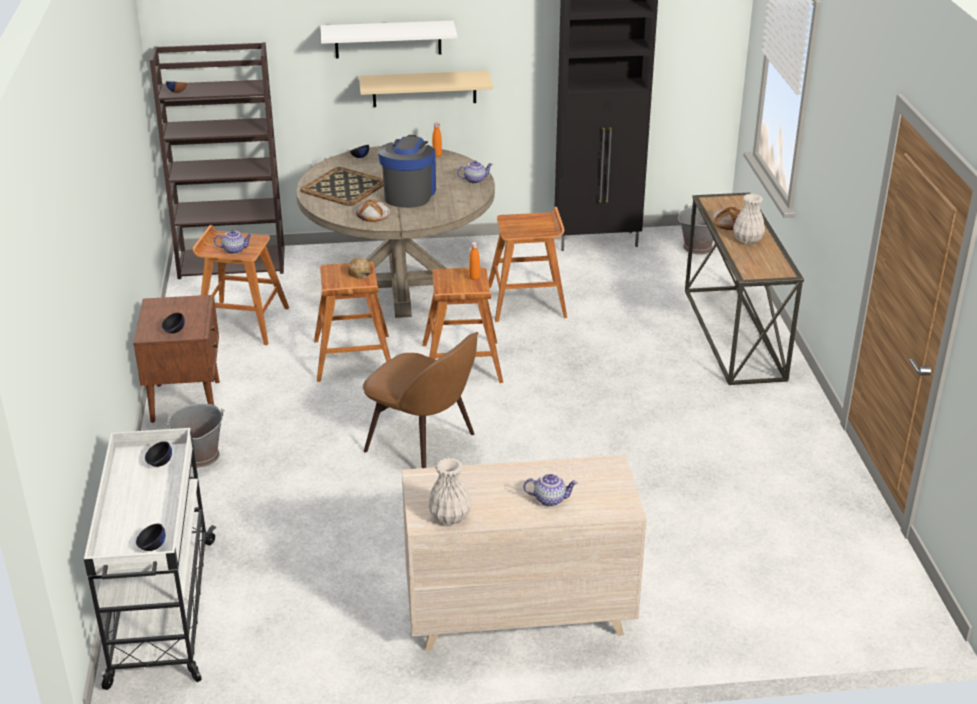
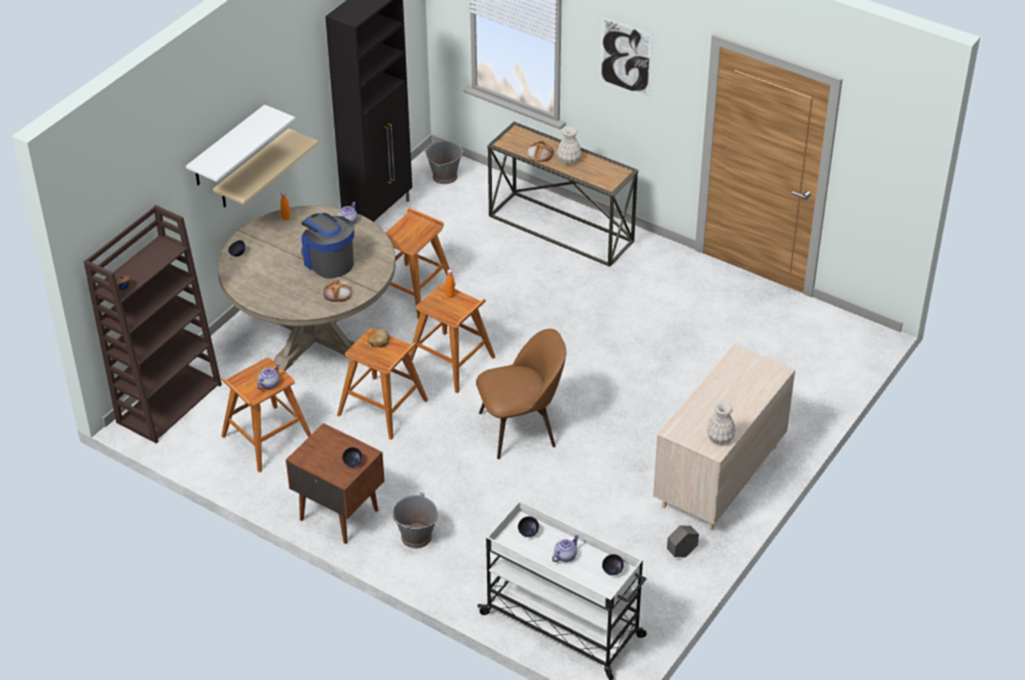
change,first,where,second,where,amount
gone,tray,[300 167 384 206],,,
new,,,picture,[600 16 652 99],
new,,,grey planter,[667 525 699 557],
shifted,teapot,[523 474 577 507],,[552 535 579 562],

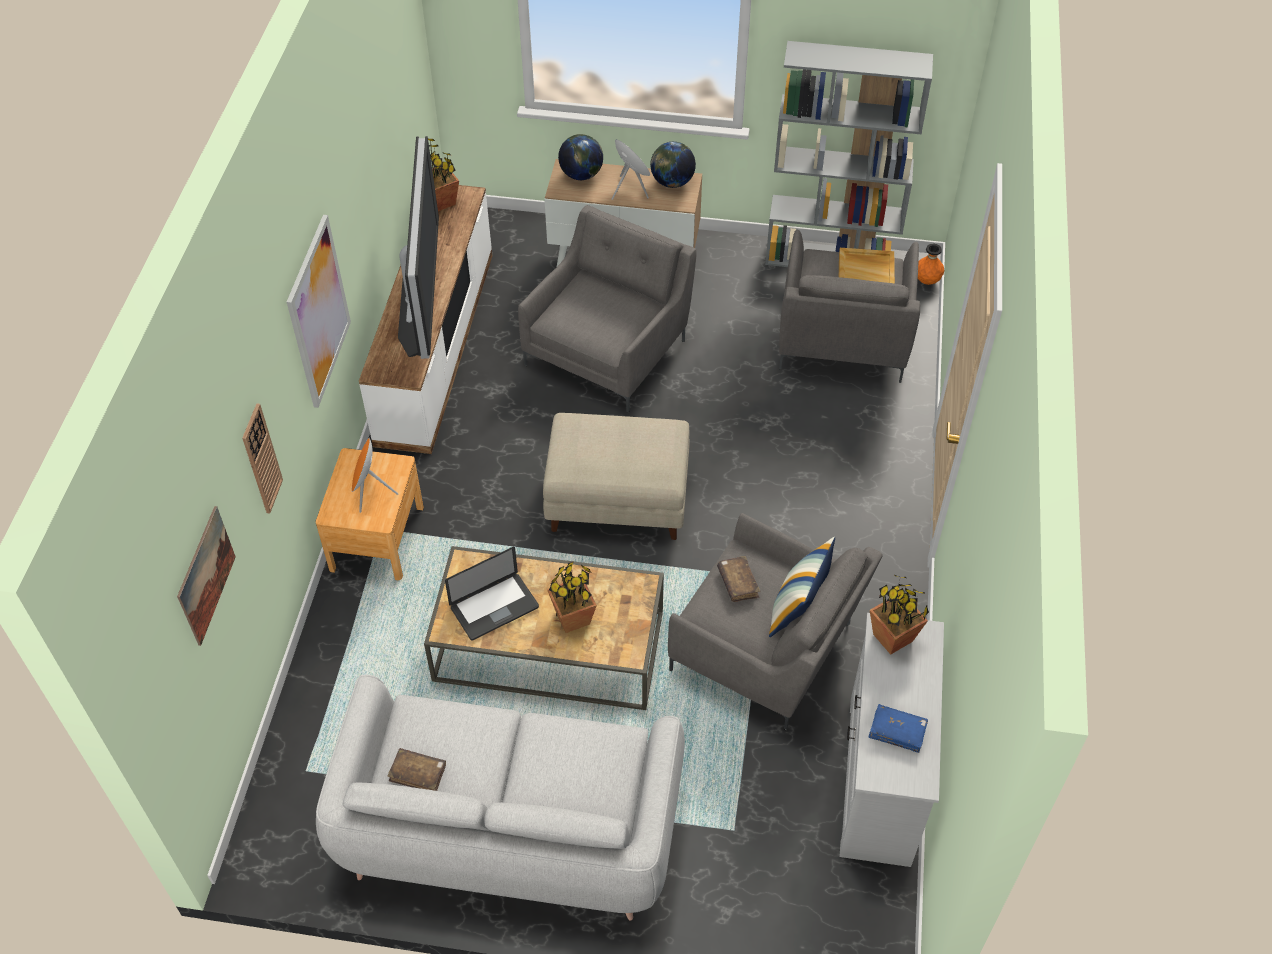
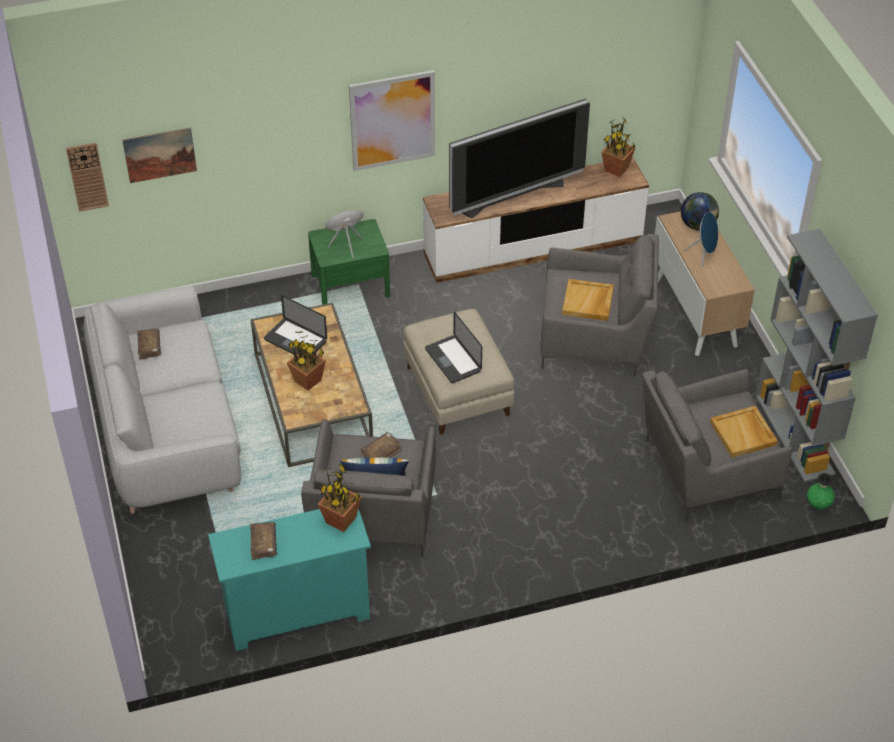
change,first,where,second,where,amount
gone,globe,[650 142 696 188],,,
new,,,laptop,[425 312 482 383],
new,,,beige tray,[562 279 614 321],
shifted,wall clock,[242 403 283 514],,[66 142 109 212],
repainted,brown nightstand,[316 448 424 580],green nightstand,[308 219 390 305],
repainted,white dresser,[839 613 944 867],turquoise dresser,[208 508 371 651],
repainted,blue book,[869 704 928 753],brown book,[250 522 277 560],
repainted,orange vase,[918 244 944 285],green vase,[807 473 835 510],

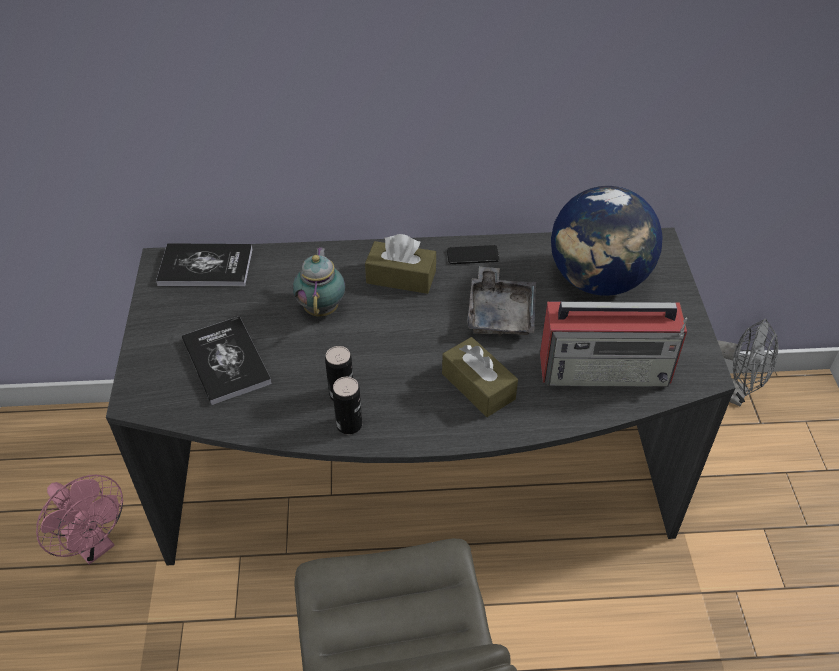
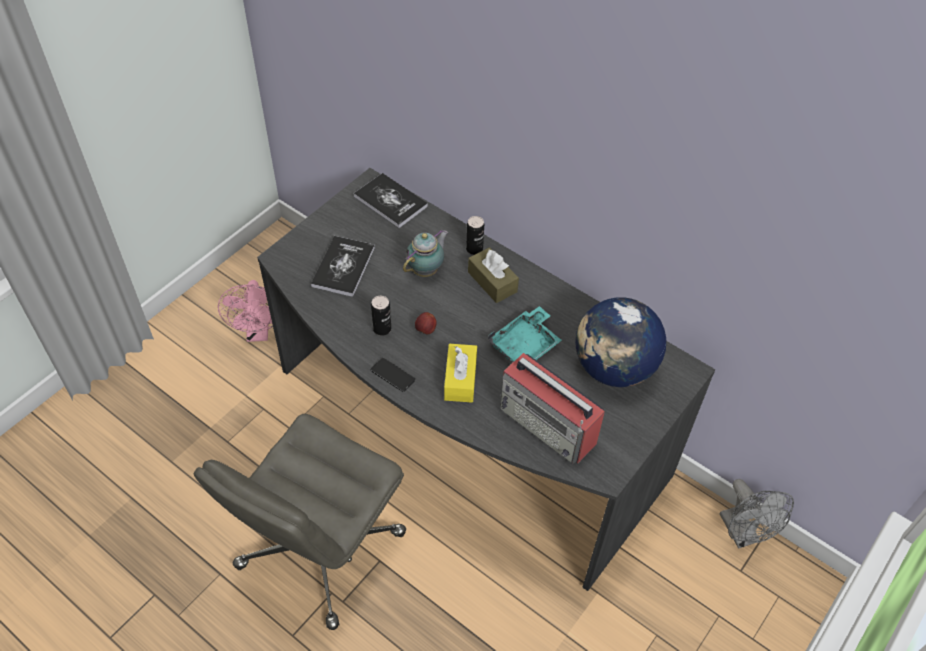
change,first,where,second,where,amount
new,,,apple,[415 312 437 334],
shifted,can,[332 377 362 434],,[466 216 484 255],
shifted,phone,[447 245 500 264],,[370 358 415 392],
repainted,brown tissue box,[442 337 518 417],yellow tissue box,[444 344 477 403],
repainted,grey tray,[467 266 536 337],turquoise tray,[488 306 562 362],

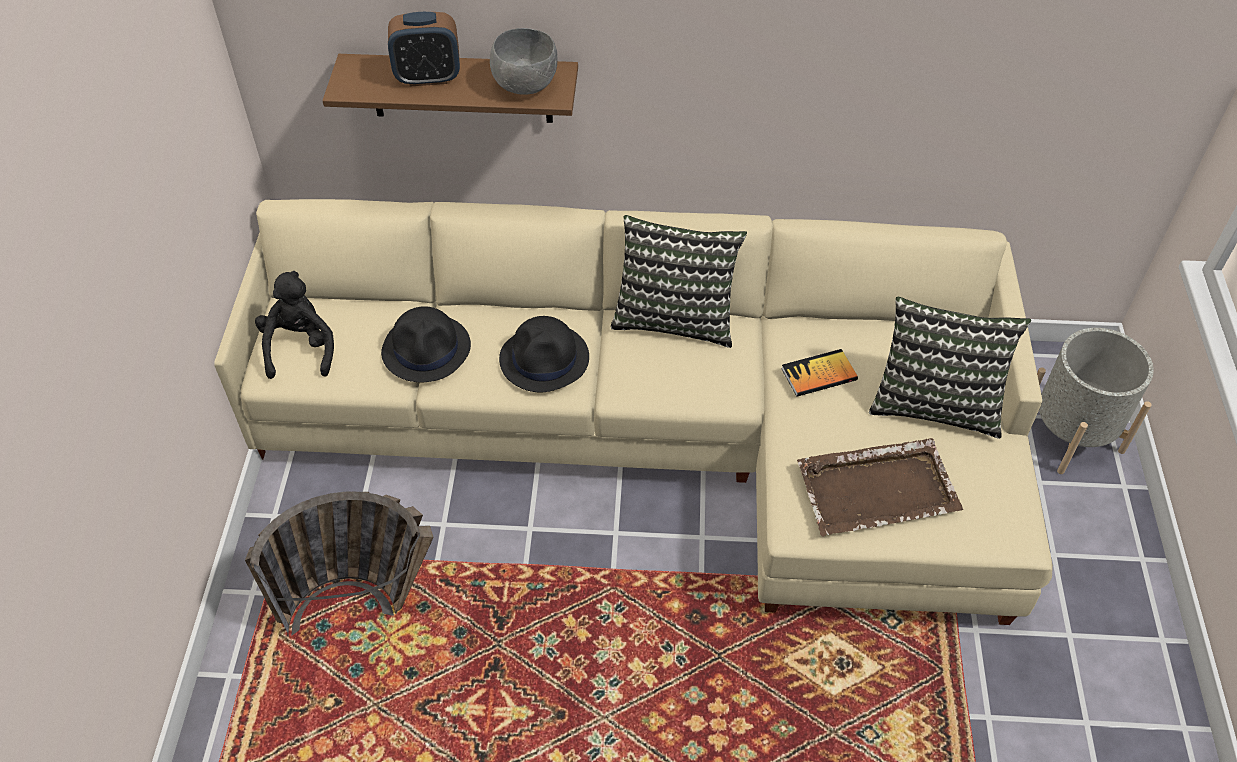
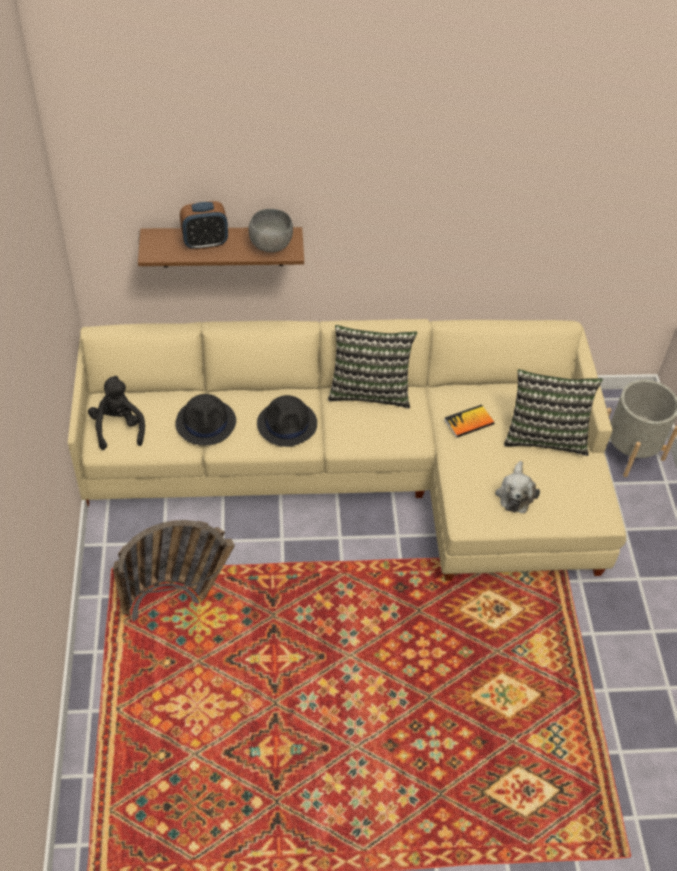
change,first,where,second,where,amount
swapped,brown tray,[797 438 963 537],plush toy,[495 461 540 513],

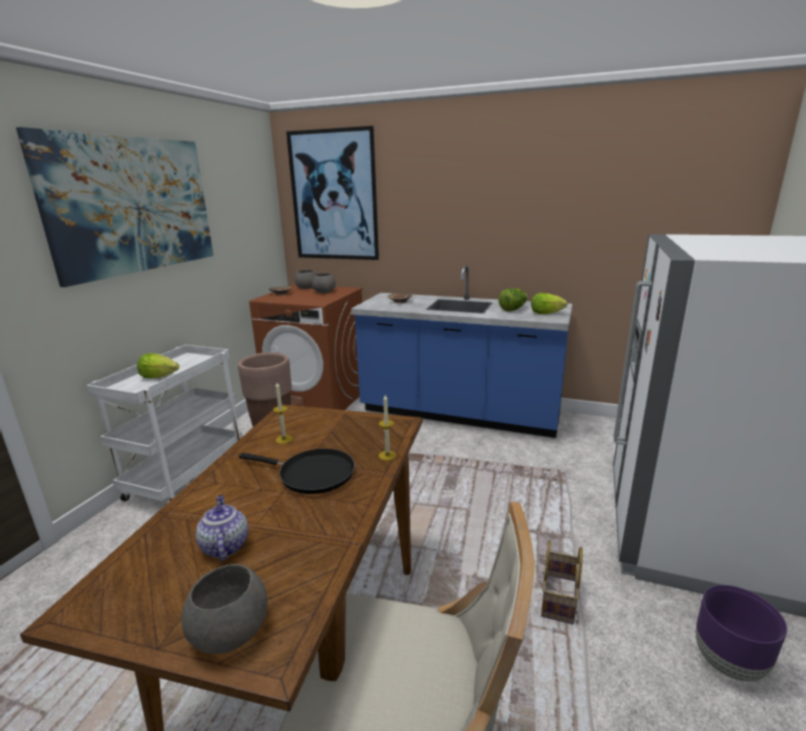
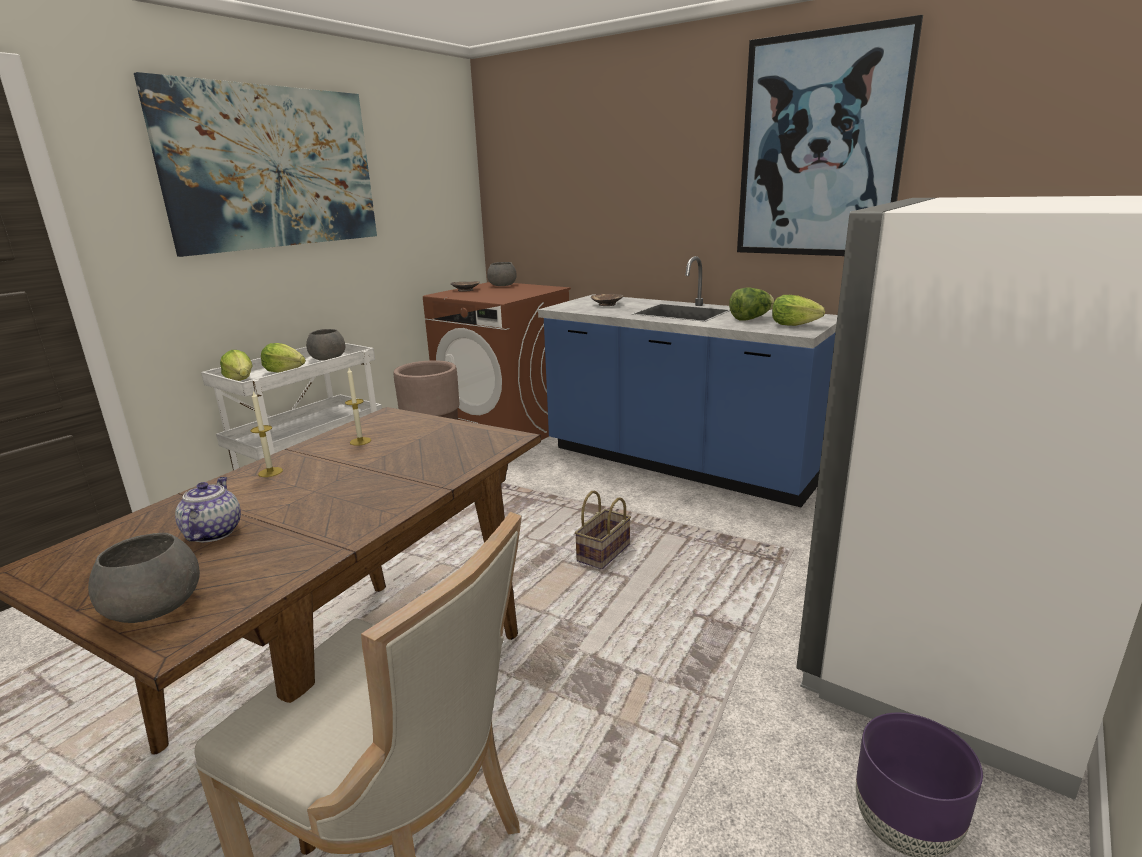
change,first,where,second,where,amount
gone,black frying pan,[239 448 355 494],,,
new,,,lettuce,[220 350 252 381],
shifted,picture,[286 126 379 260],,[737 15 923 256],
shifted,grey bowl,[312 273 336 293],,[306 329 345 361],
shifted,candle,[379 395 397 461],,[251 391 283 477],
shifted,basket,[541 540 583 624],,[575 491 631 569],

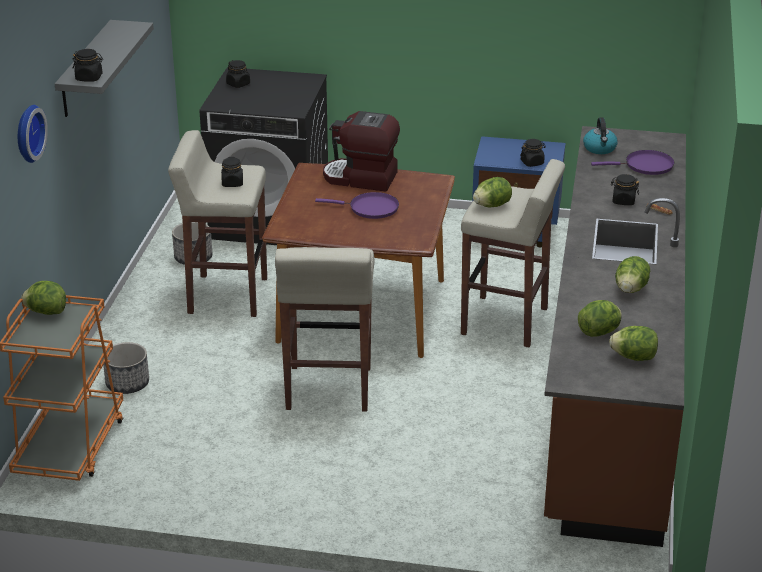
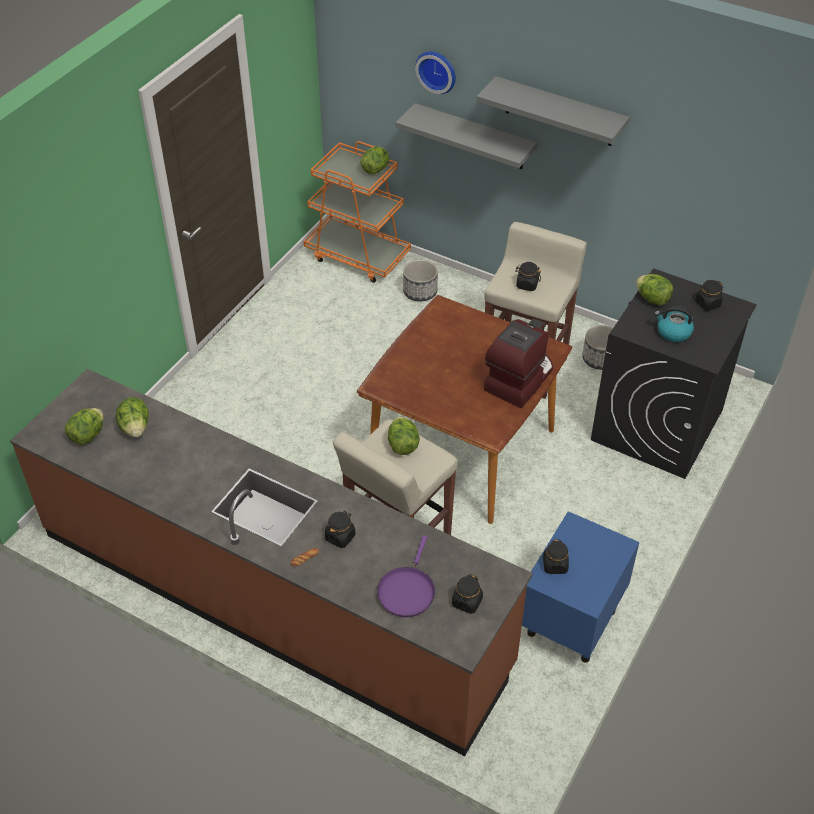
change,first,where,second,where,amount
gone,beige stool,[275 247 374 412],,,
gone,purple frying pan,[315 192 399 219],,,
new,,,grey shelf,[396 103 537 169],
shifted,black jar,[73 49 103 82],,[452 574 483 614],
shifted,kettle,[583 117 618 154],,[654 306 694 342],
shifted,lettuce,[615 256 650 293],,[636 274 673 306],

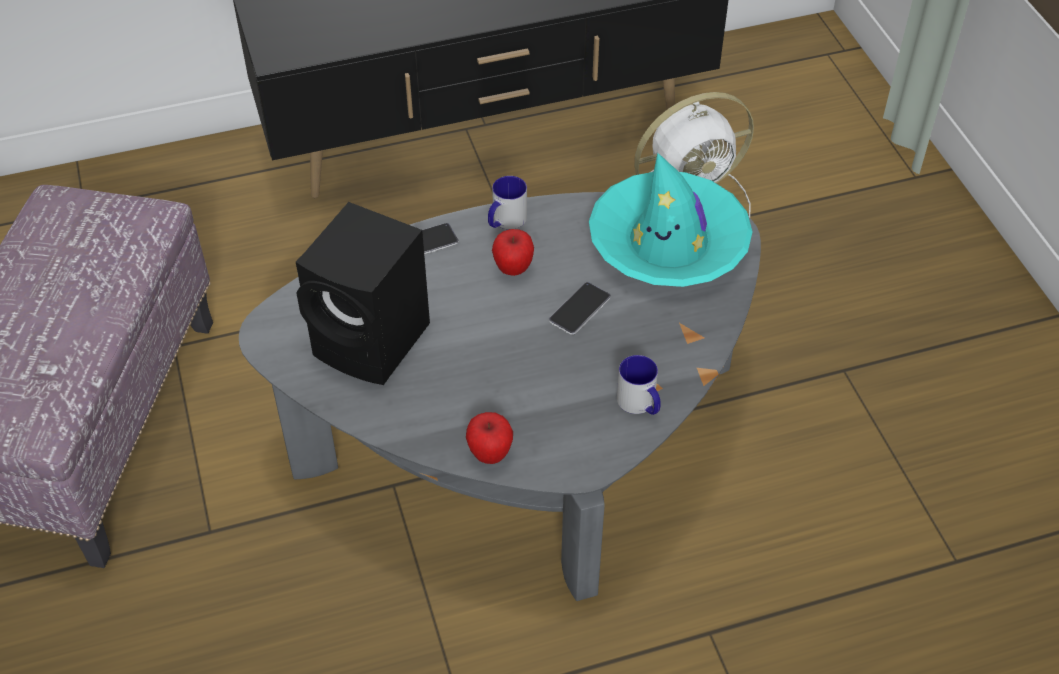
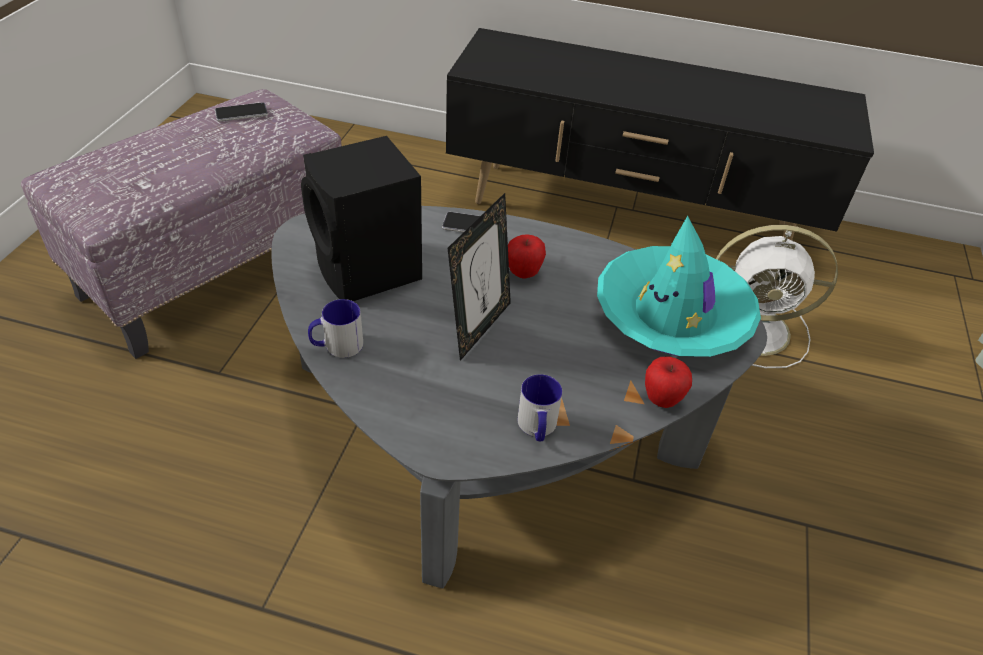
change,first,where,second,where,amount
new,,,picture frame,[447 193 511 361],
shifted,apple,[466 412 513 464],,[645 356 692 408],
shifted,mug,[488 176 527 230],,[308 299 363 358],
shifted,phone,[549 282 611 335],,[215 102 268 122],

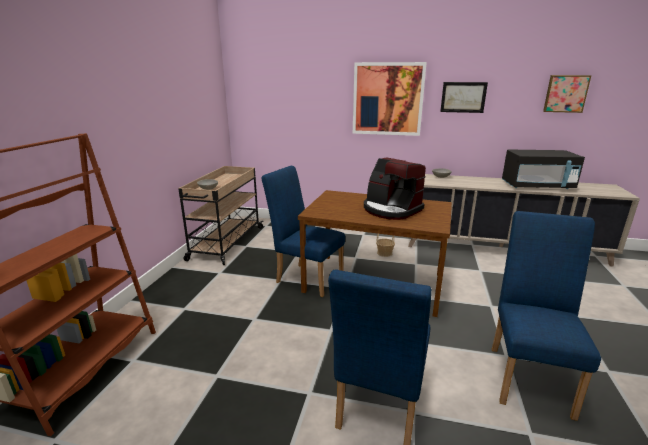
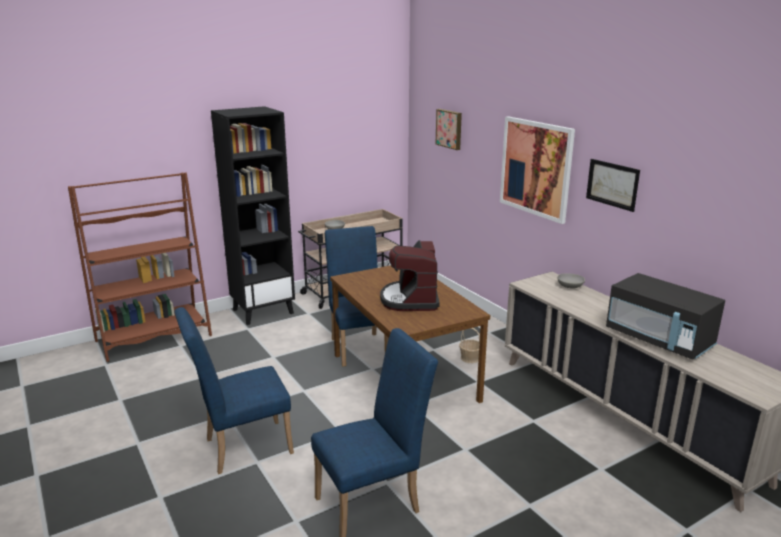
change,first,where,second,where,amount
new,,,black bookcase,[211 106 295 325],
shifted,picture,[543 75 592 113],,[436 109 462 150],

